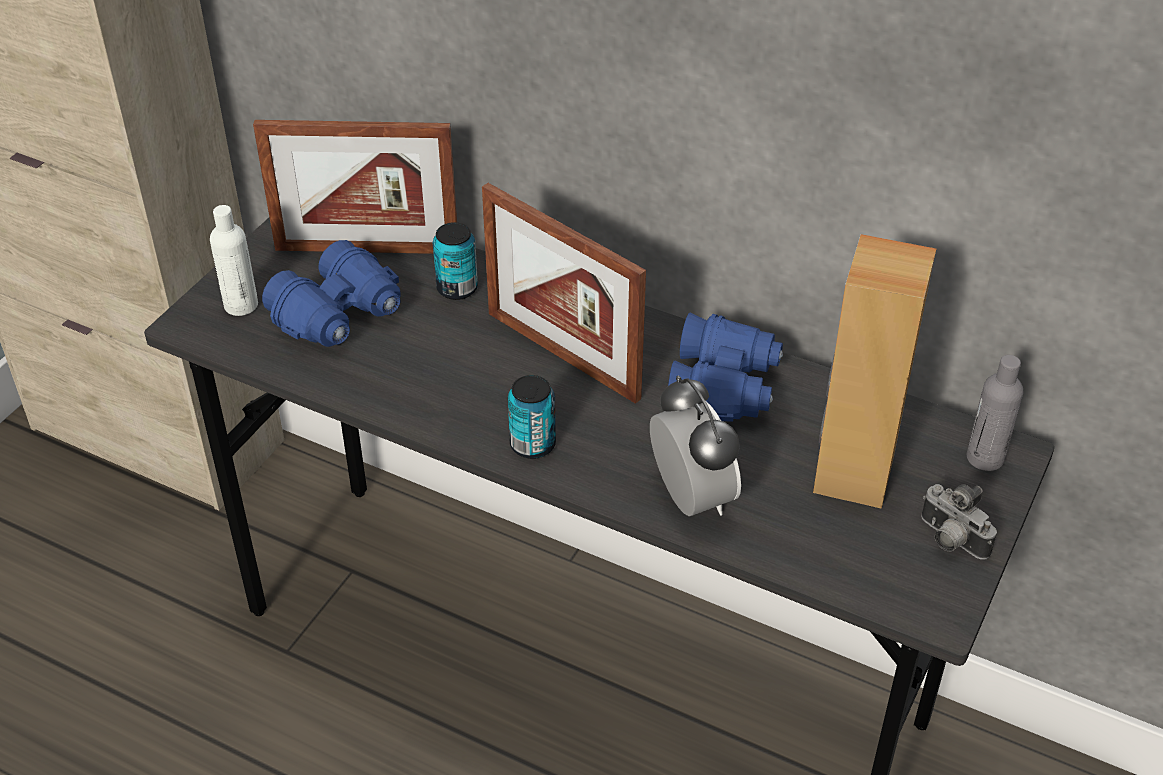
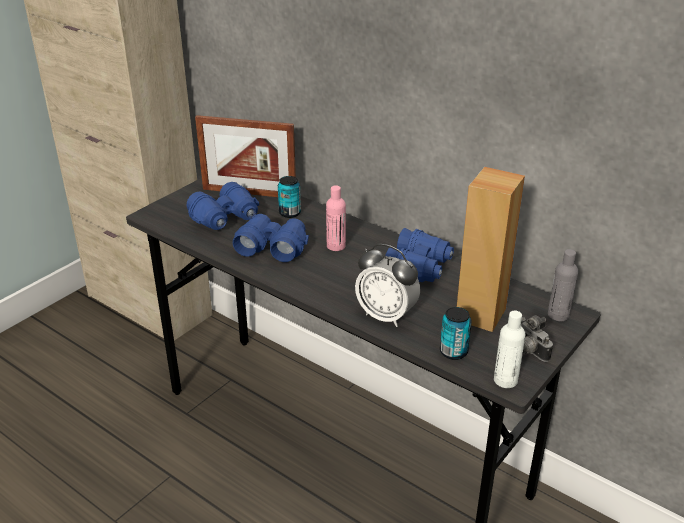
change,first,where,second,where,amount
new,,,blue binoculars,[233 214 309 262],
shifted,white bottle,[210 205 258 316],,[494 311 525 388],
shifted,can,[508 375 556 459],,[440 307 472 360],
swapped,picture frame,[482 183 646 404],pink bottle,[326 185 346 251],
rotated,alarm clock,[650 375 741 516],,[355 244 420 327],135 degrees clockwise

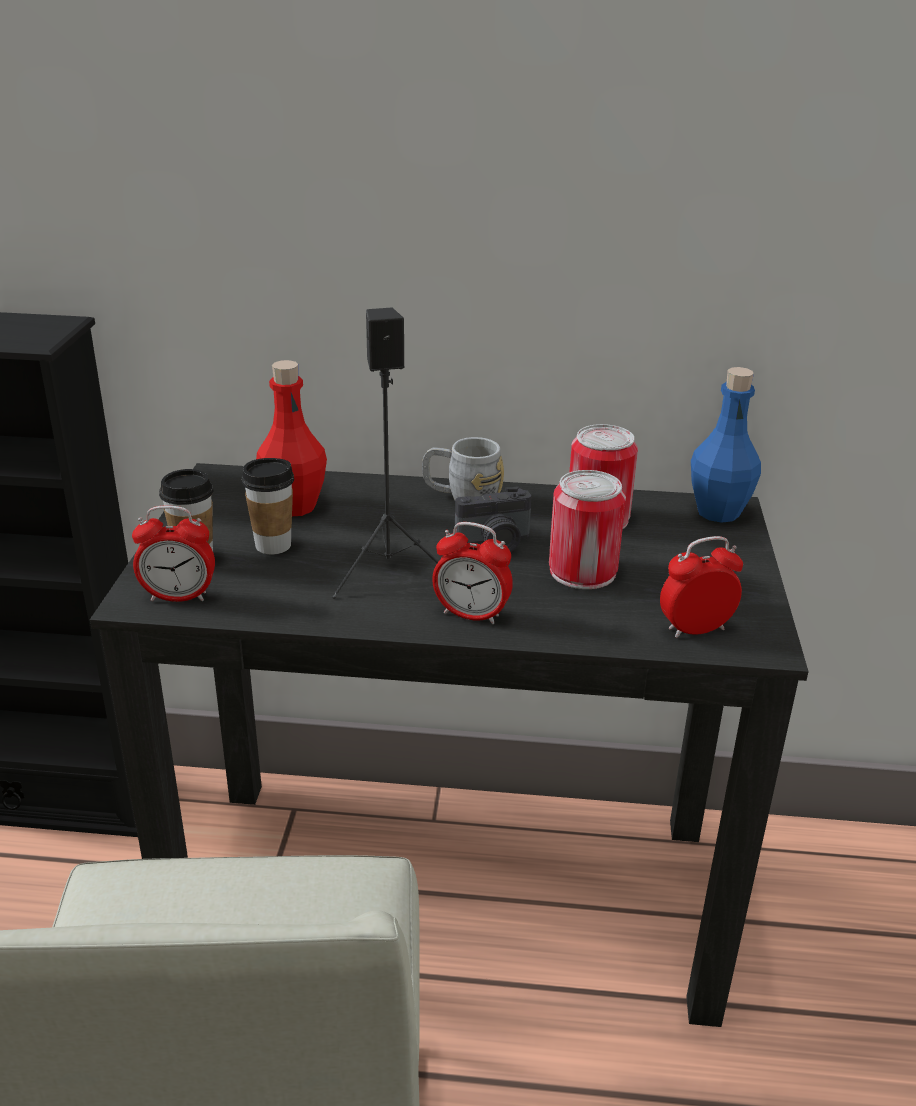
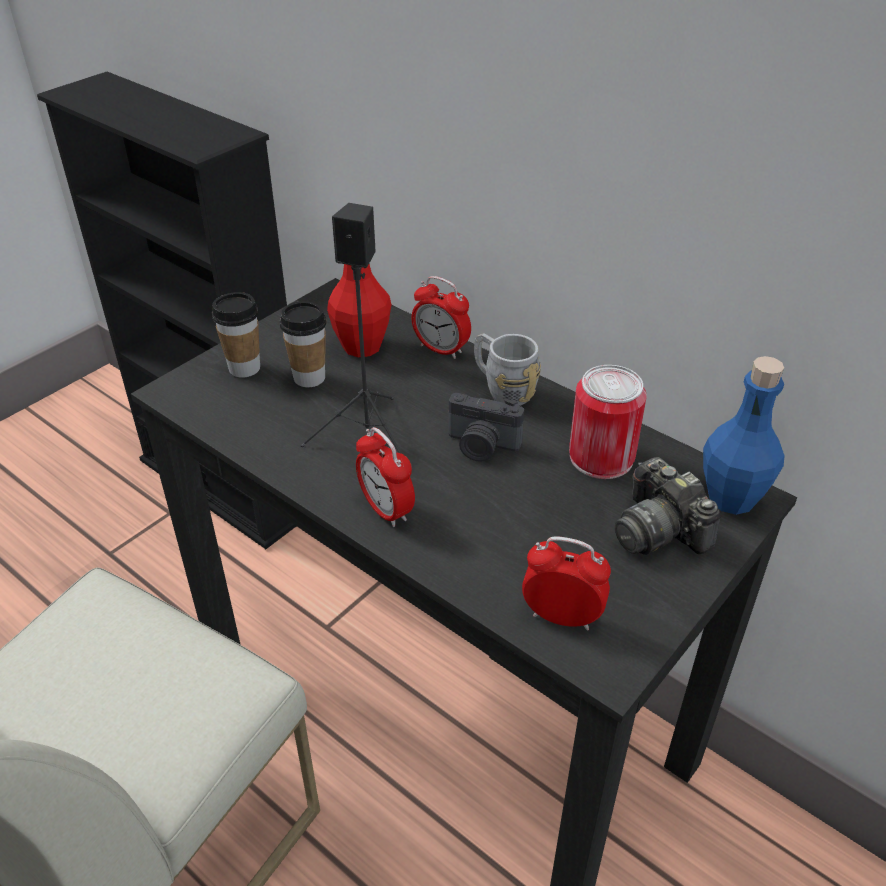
change,first,where,second,where,amount
gone,can,[549 470 626 589],,,
new,,,photo camera,[615 457 721 555],
shifted,alarm clock,[132 506 215 602],,[411 276 471 359],

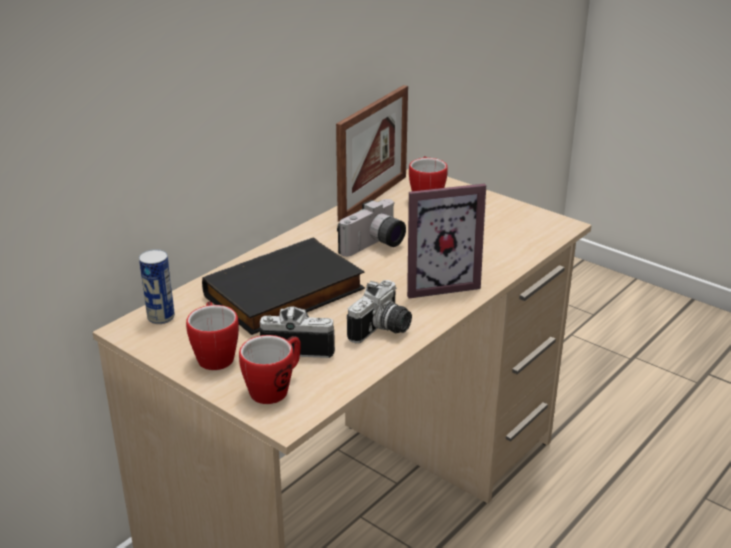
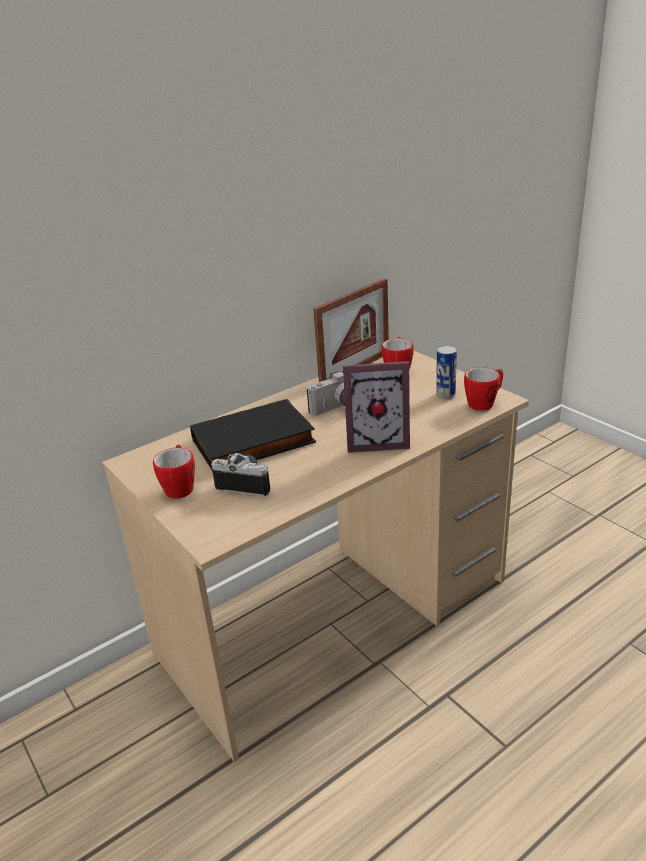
change,first,where,second,where,amount
gone,photo camera,[347 280 412 343],,,
shifted,can,[139 249 175 324],,[436 345 457 399],
shifted,mug,[239 335 301 404],,[464 367 503 411],

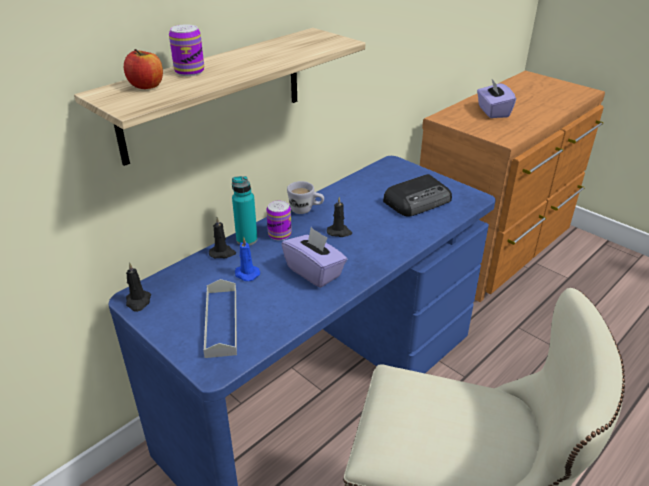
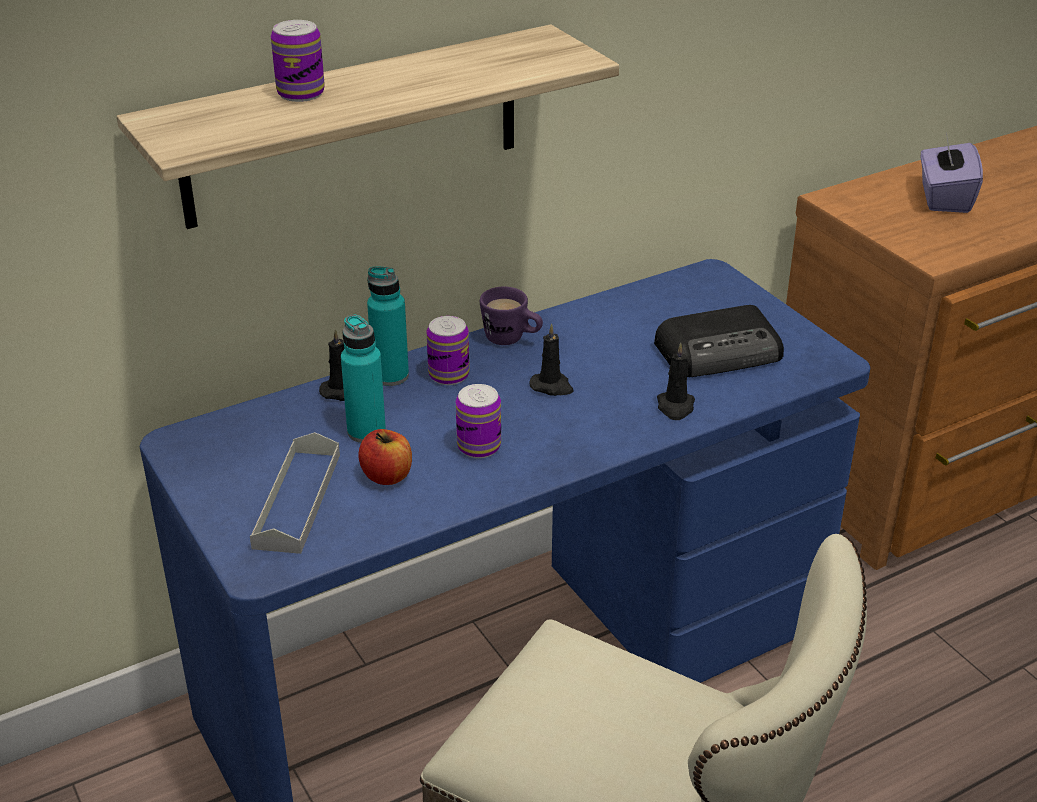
change,first,where,second,where,amount
shifted,apple,[124 49 163 89],,[358 429 412 485],
shifted,black candle,[126 262 151 312],,[657 343 695 420],
swapped,blue candle,[235 237 260 281],turquoise bottle,[341 315 386 443],
swapped,purple tissue box,[281 227 347 288],can,[456 384 501 458],
repainted,white mug,[287 181 324 214],purple mug,[480 287 543 345],

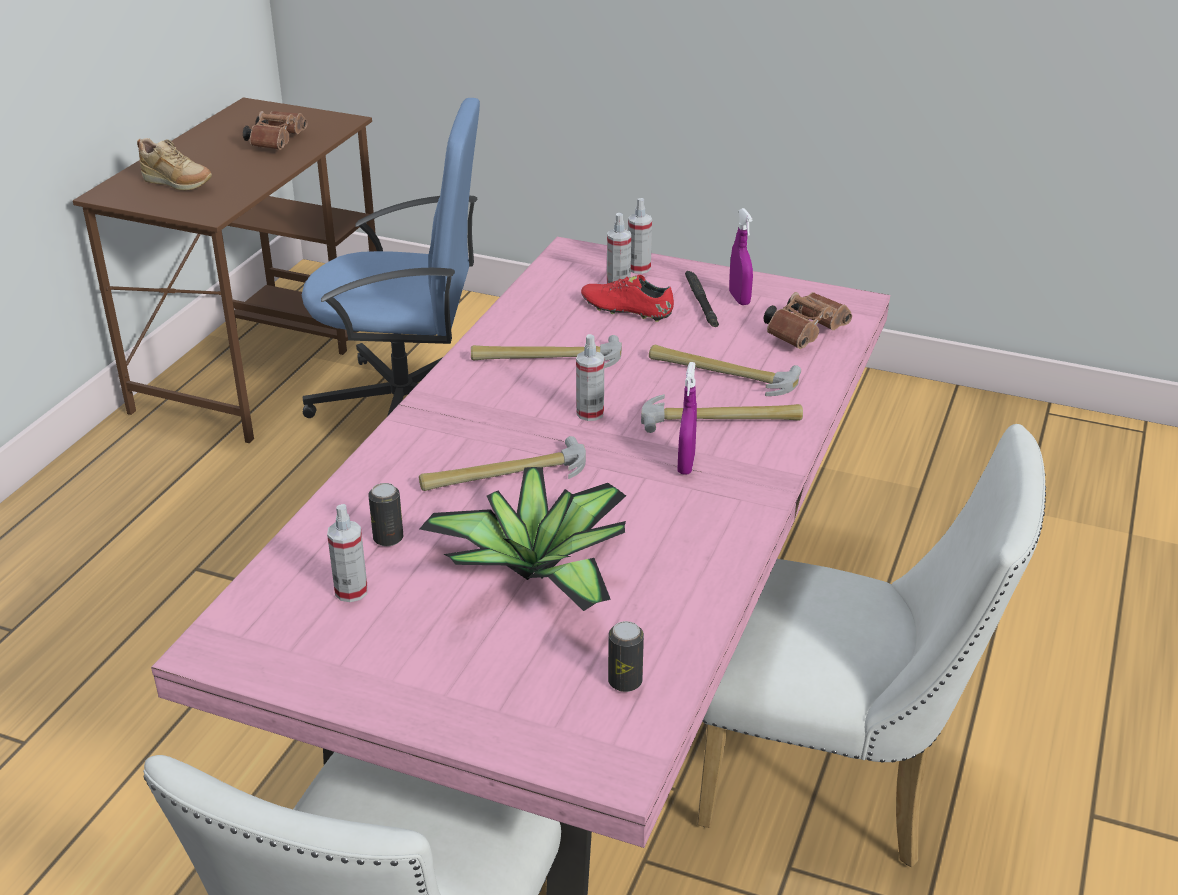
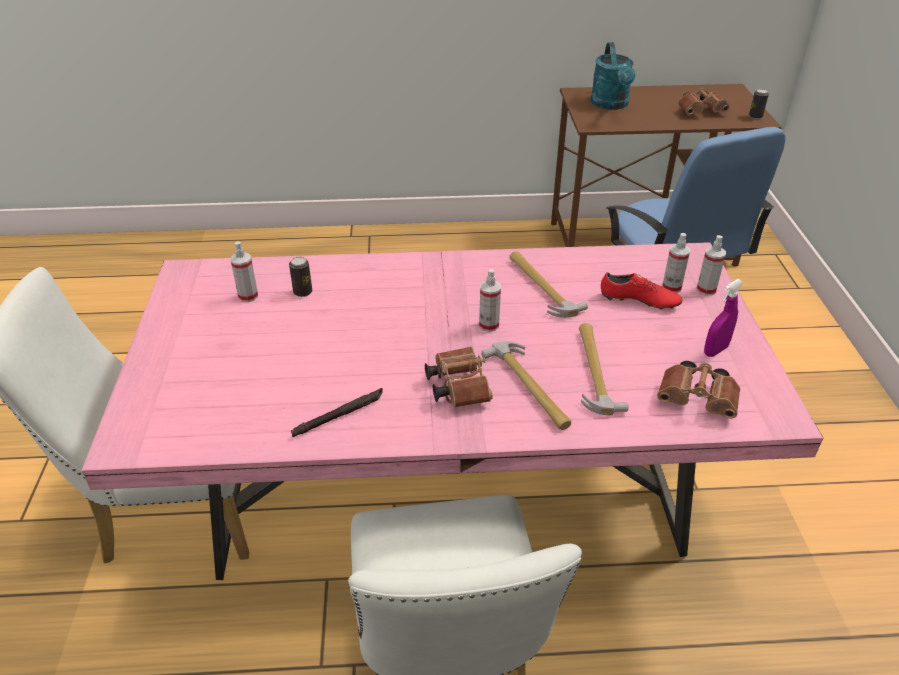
change,first,where,second,where,amount
gone,hammer,[419 436 586 491],,,
gone,potted plant,[420 467 626 611],,,
shifted,can,[608 621 644 692],,[749 89 769 119],
shifted,black flashlight,[685 271 719 327],,[291 388 383 437],
swapped,beige shoe,[137 138 212 191],turquoise watering can,[590 42 635 110],
swapped,purple spray bottle,[677 362 697 475],brown binoculars,[425 346 493 407],
rotated,red shoe,[581 275 674 322],,[601 272 682 310],105 degrees clockwise

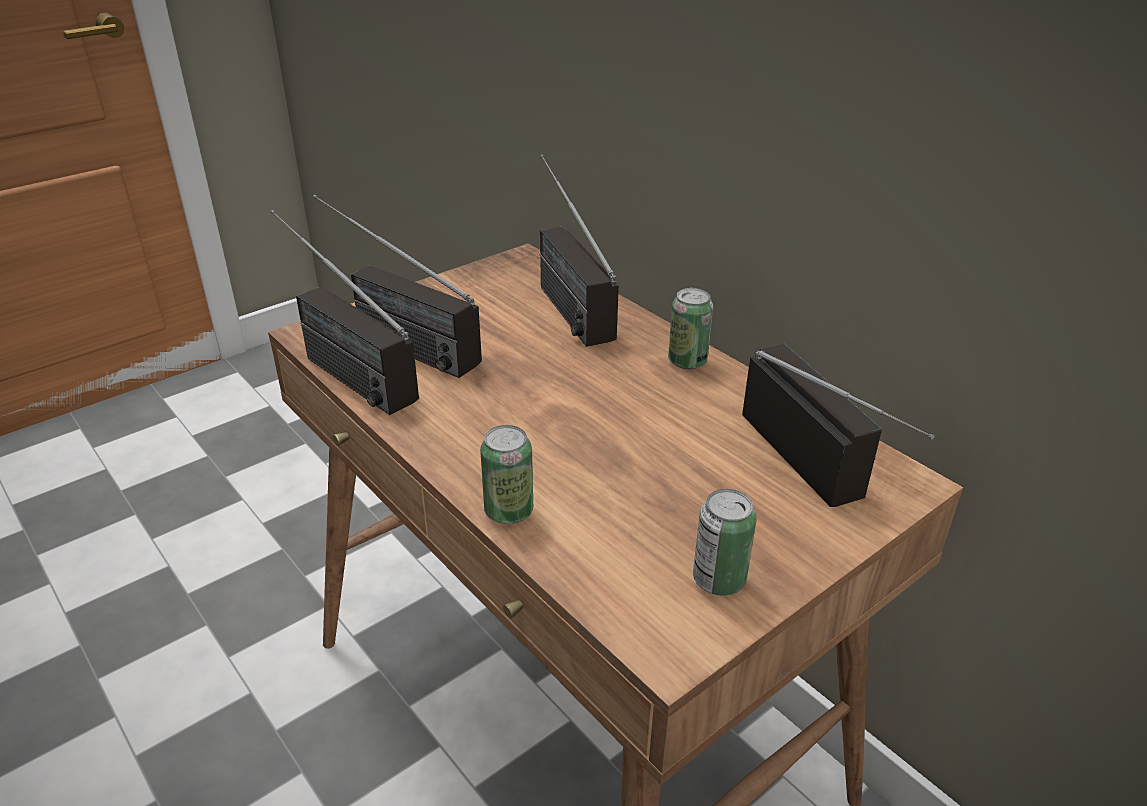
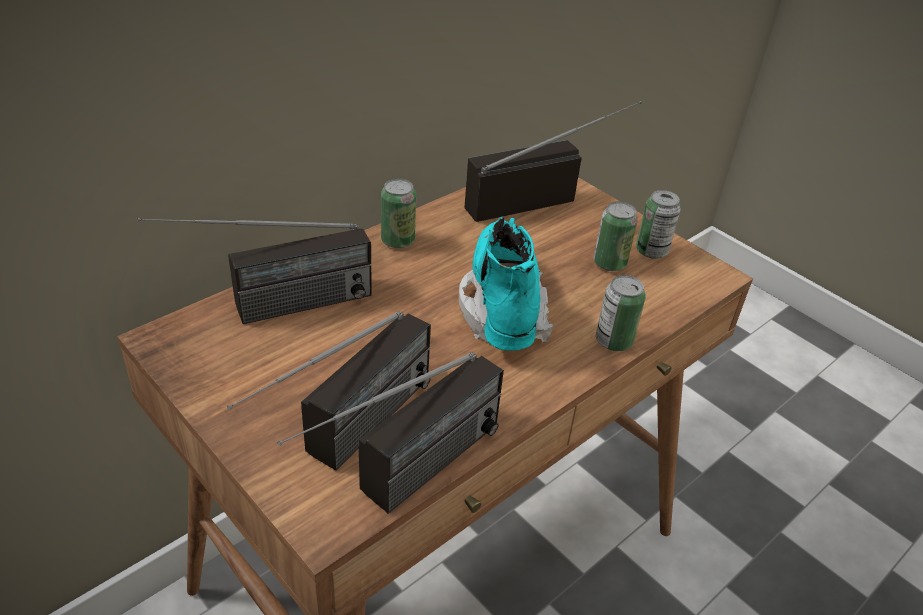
change,first,where,second,where,amount
new,,,turquoise boot,[459 216 553 351],
new,,,can,[594 201 638 271],

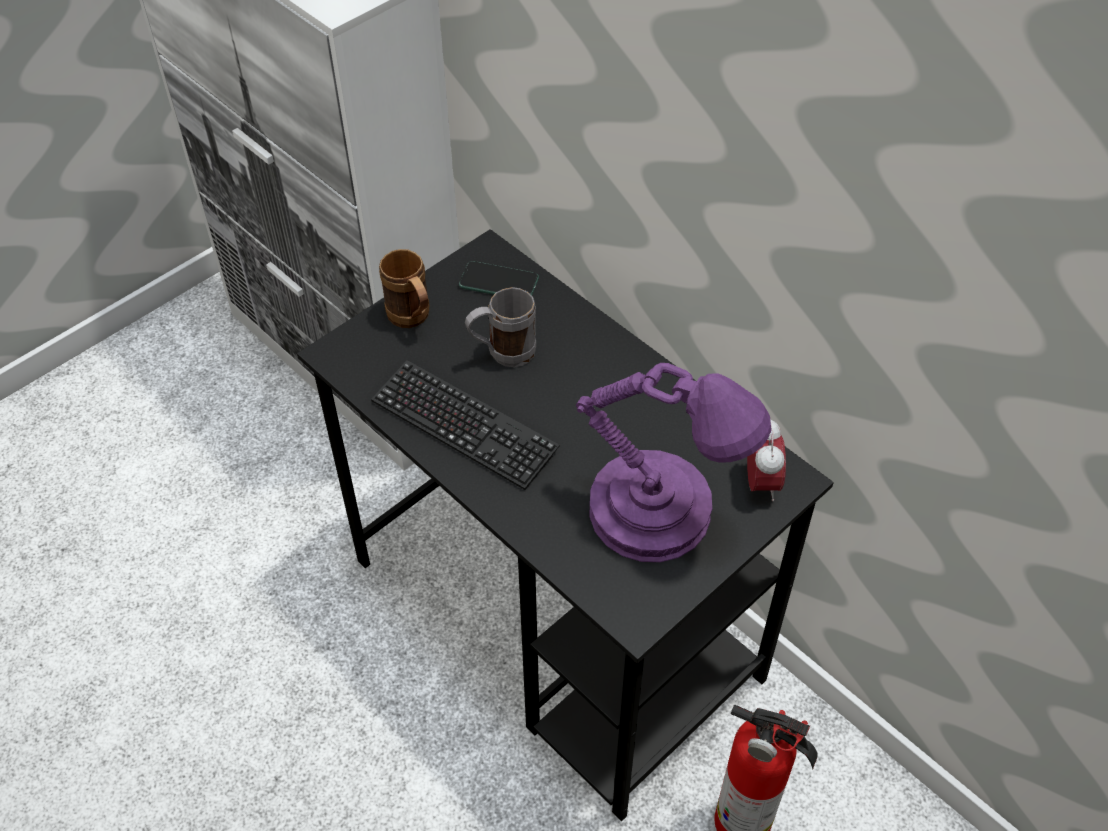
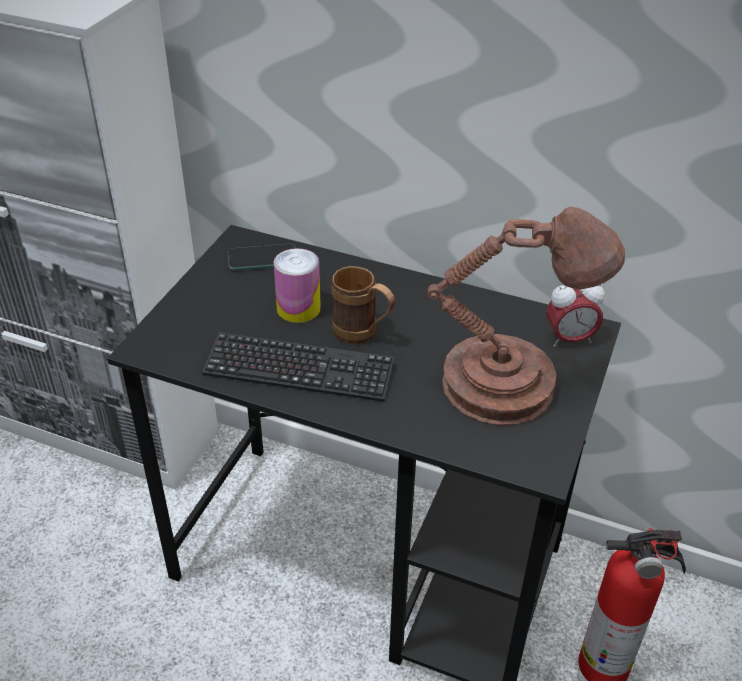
change,first,where,second,where,amount
shifted,brown mug,[379 249 429 328],,[332 266 395 345],
swapped,grey mug,[465 287 536 367],can,[274 248 321 323],
repainted,purple table lamp,[576 363 771 562],brown table lamp,[428 206 625 425],
rotated,alarm clock,[747 420 786 501],,[546 284 605 347],105 degrees clockwise

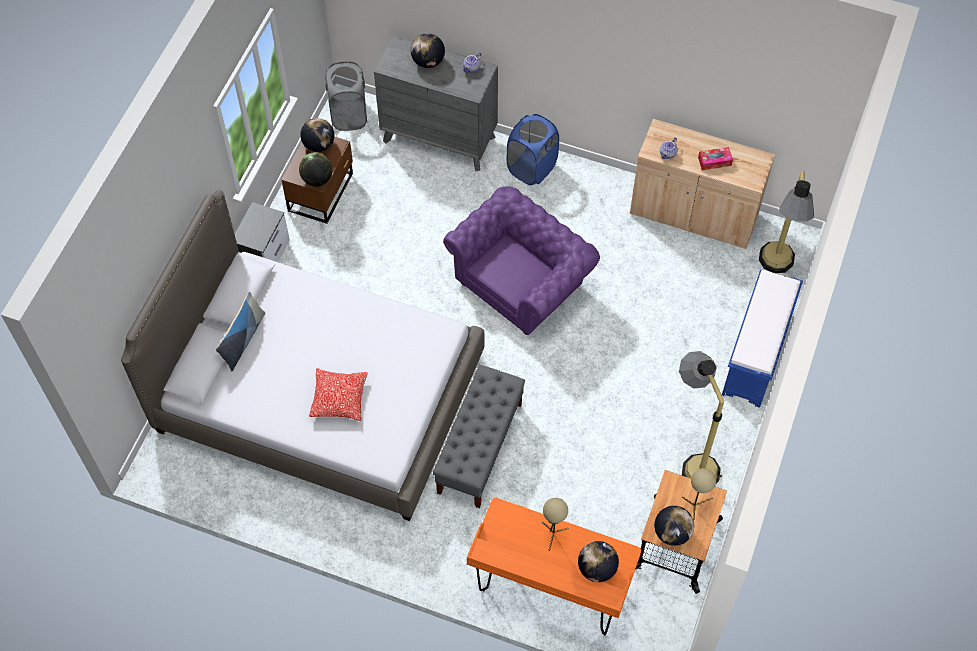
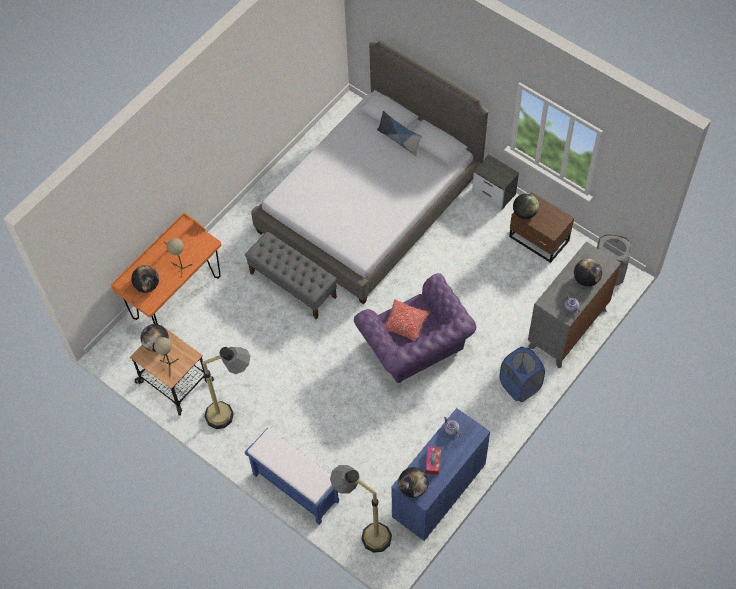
change,first,where,second,where,amount
shifted,globe,[300 118 334 152],,[398 467 429 498],
shifted,pillow,[309 368 368 421],,[384 300 431 341],
repainted,beige cabinet,[630 119 775 249],blue cabinet,[391 408 490 541],

